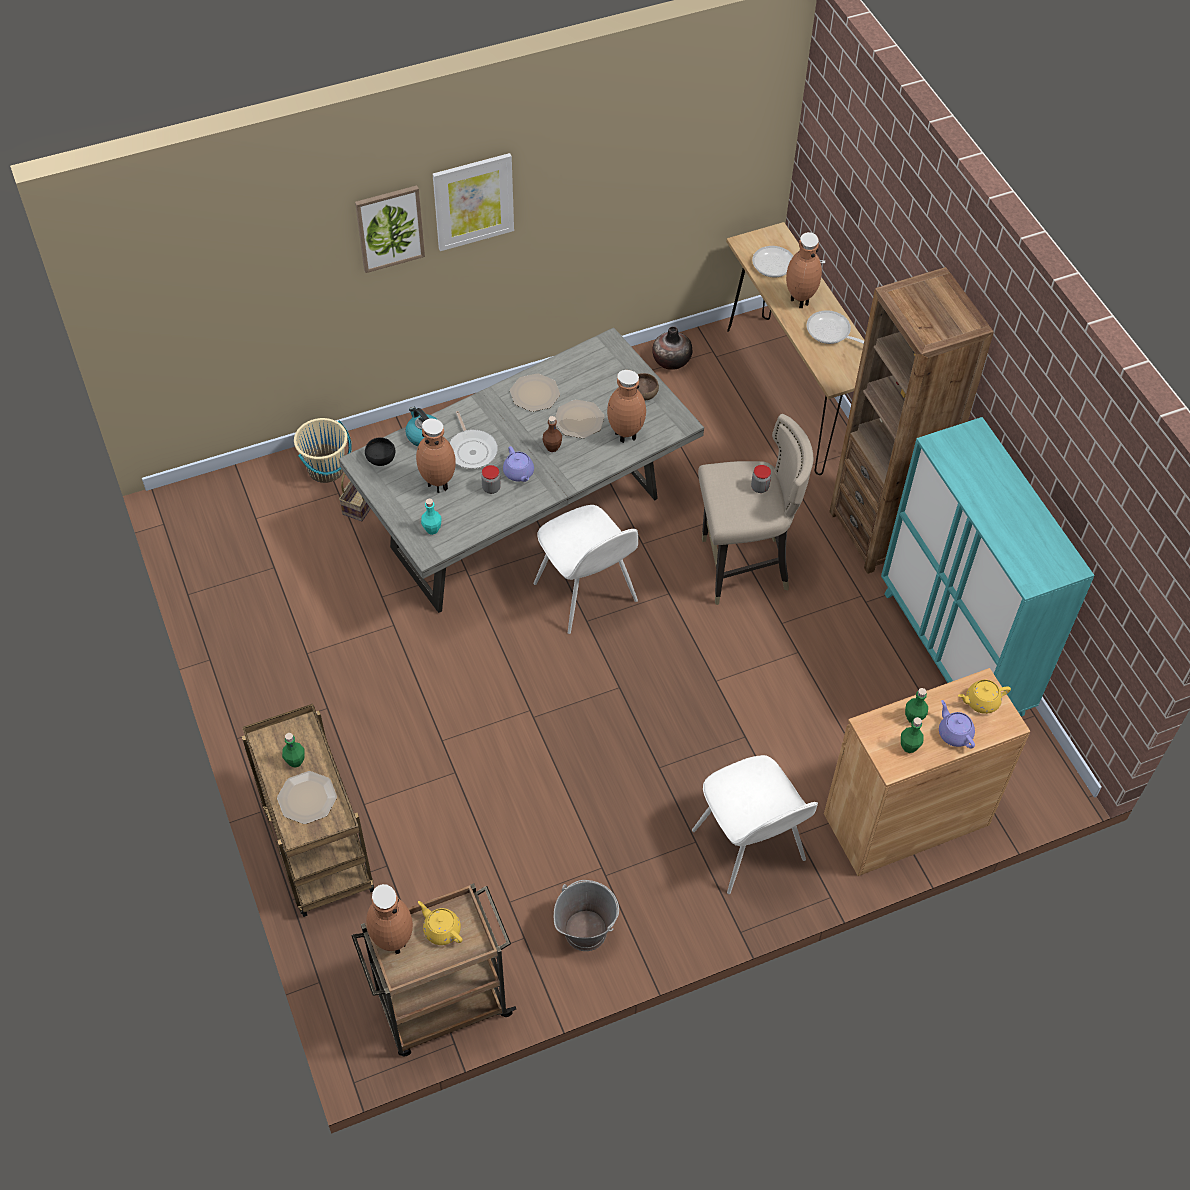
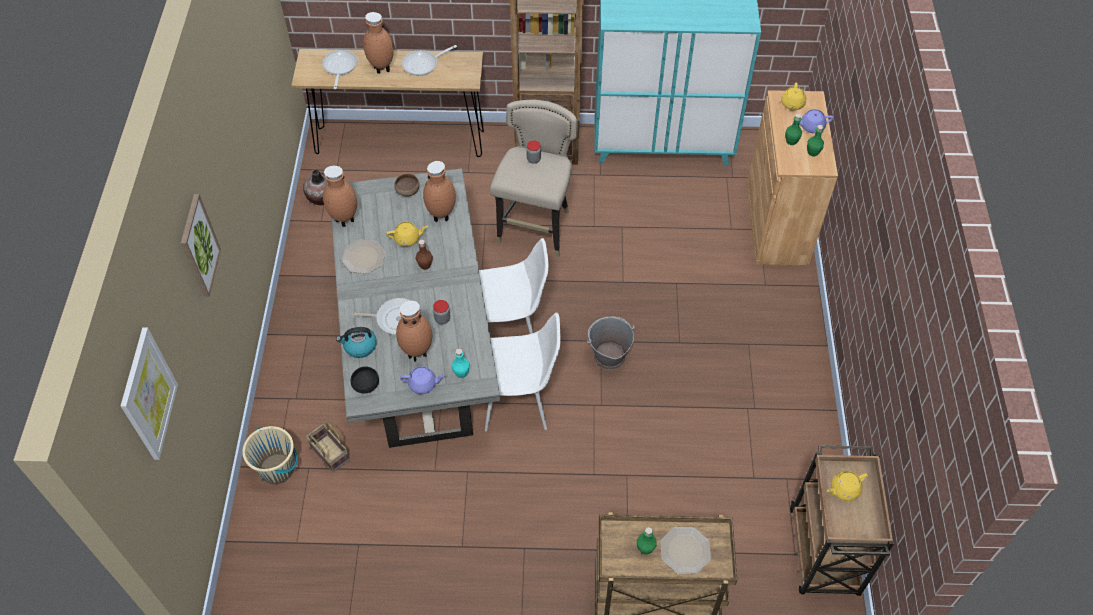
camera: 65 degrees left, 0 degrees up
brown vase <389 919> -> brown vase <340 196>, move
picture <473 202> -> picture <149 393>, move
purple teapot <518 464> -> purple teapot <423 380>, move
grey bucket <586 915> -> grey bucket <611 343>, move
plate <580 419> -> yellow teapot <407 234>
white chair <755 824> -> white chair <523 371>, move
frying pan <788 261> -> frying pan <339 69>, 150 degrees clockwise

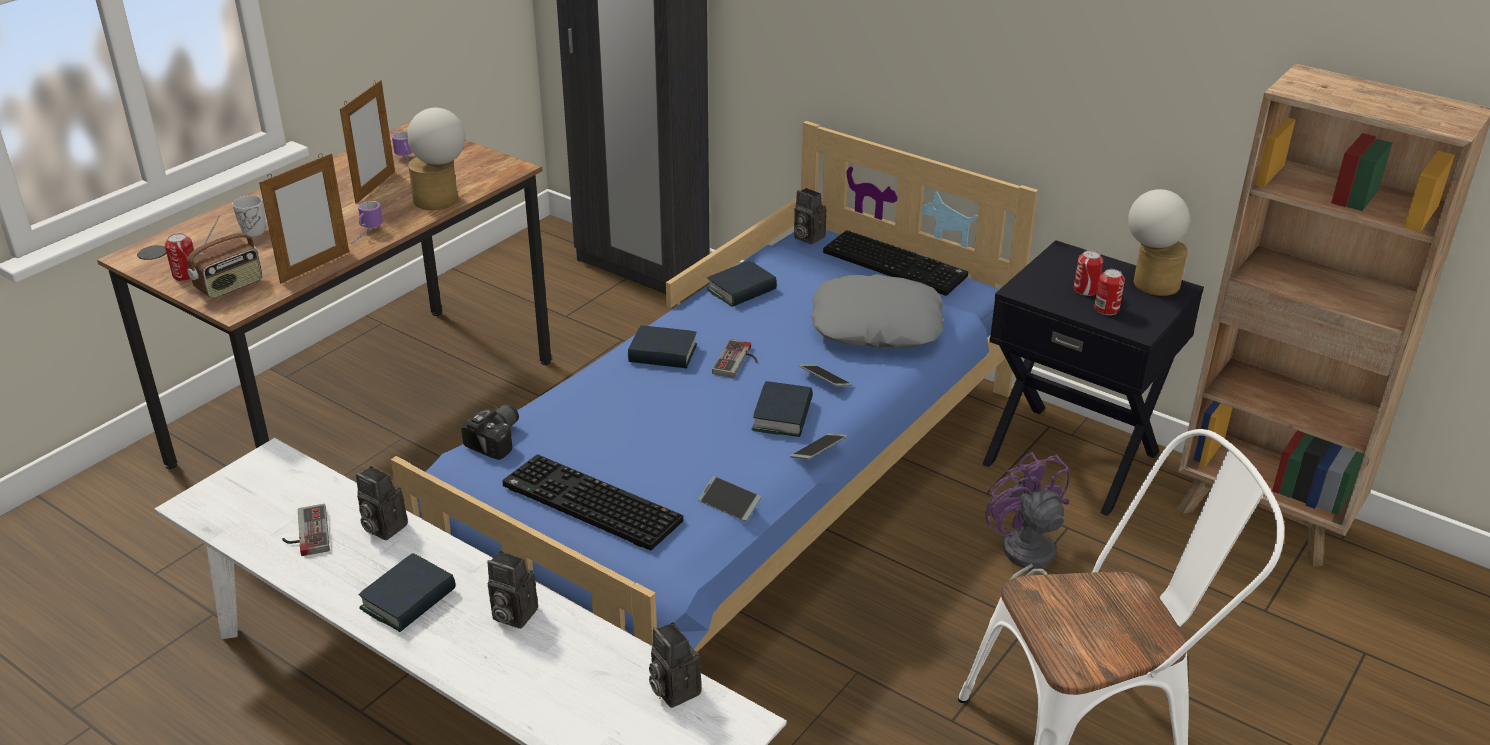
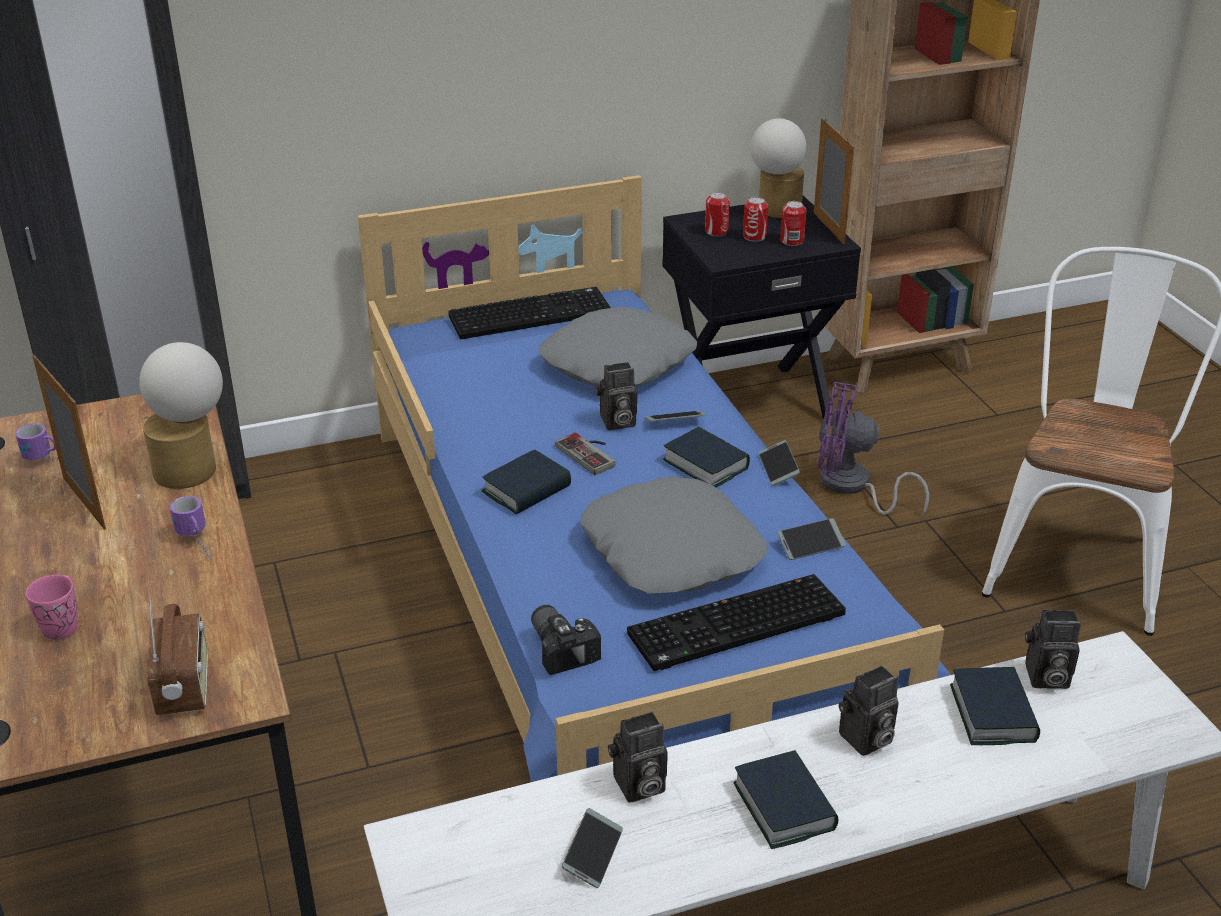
camera: 55 degrees left, 0 degrees up
can <179 257> -> can <717 214>, move
white mug <250 216> -> pink mug <51 607>
picture frame <304 218> -> picture frame <834 181>, move
game controller <306 530> -> phone <592 848>
book <741 284> -> book <995 706>, move
photo camera <810 216> -> photo camera <616 396>, move
none -> grey pillow <673 535>

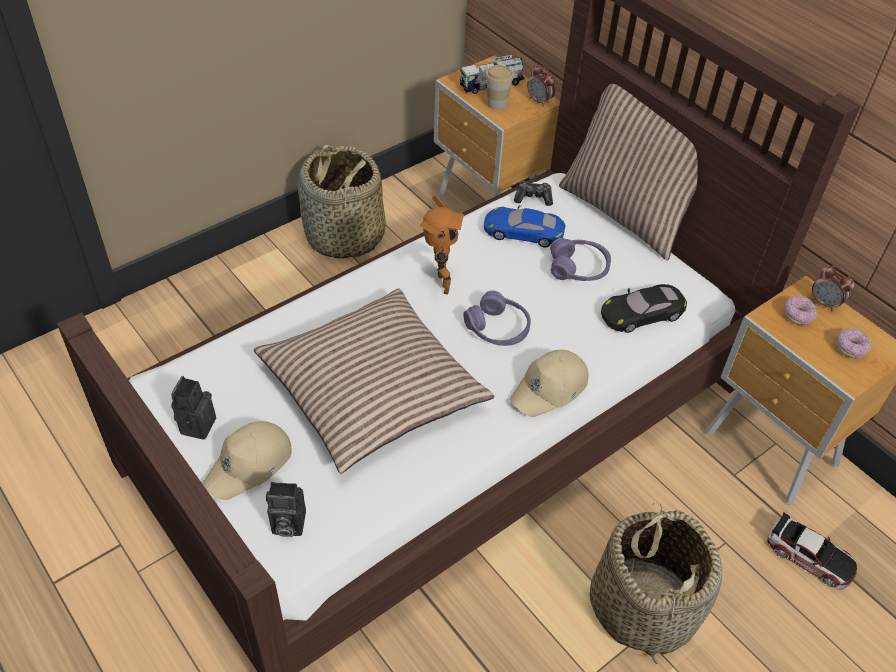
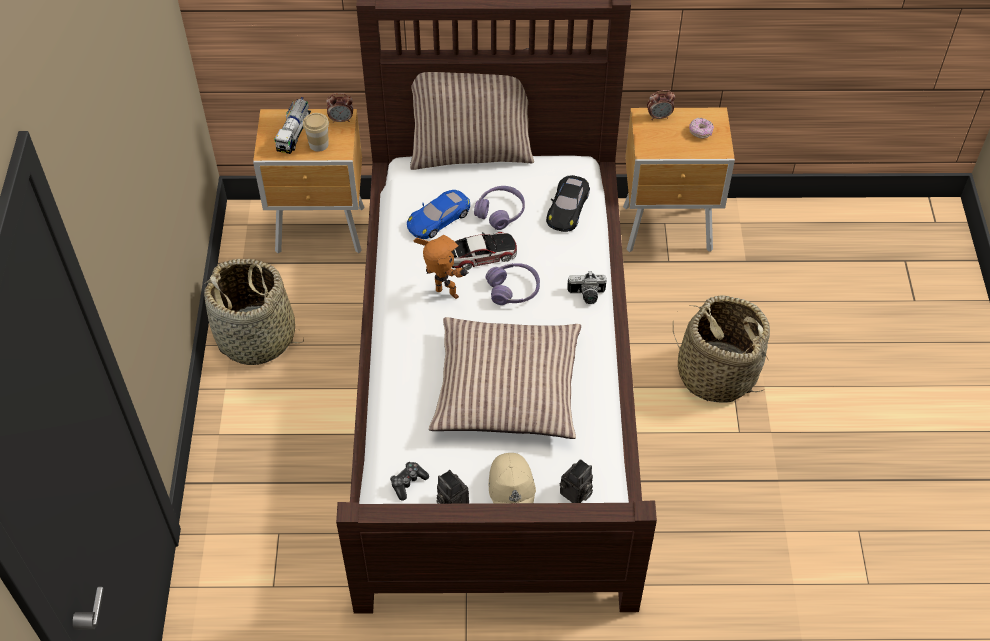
camera: 50 degrees left, 5 degrees up
beige cap <549 383> -> photo camera <587 287>
game controller <533 193> -> game controller <409 481>, move
toy car <812 551> -> toy car <484 251>, move
donut <801 310> -> none

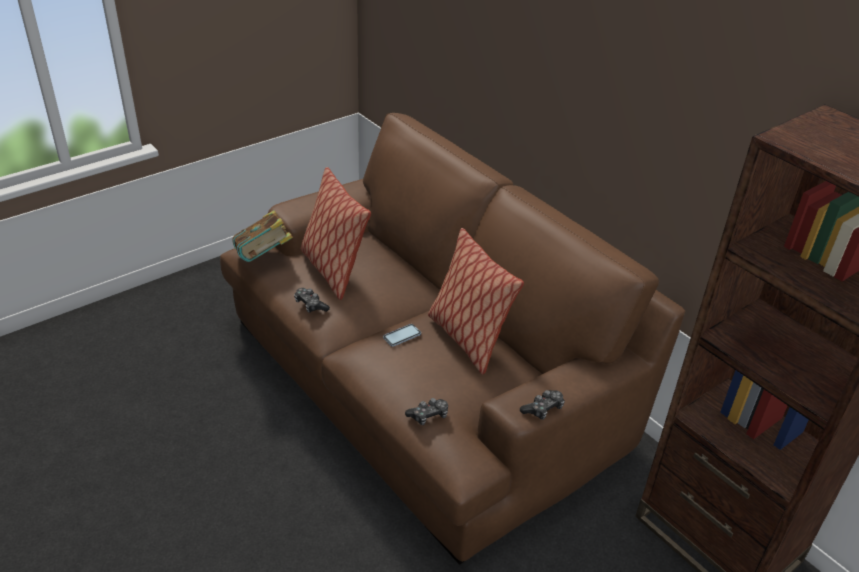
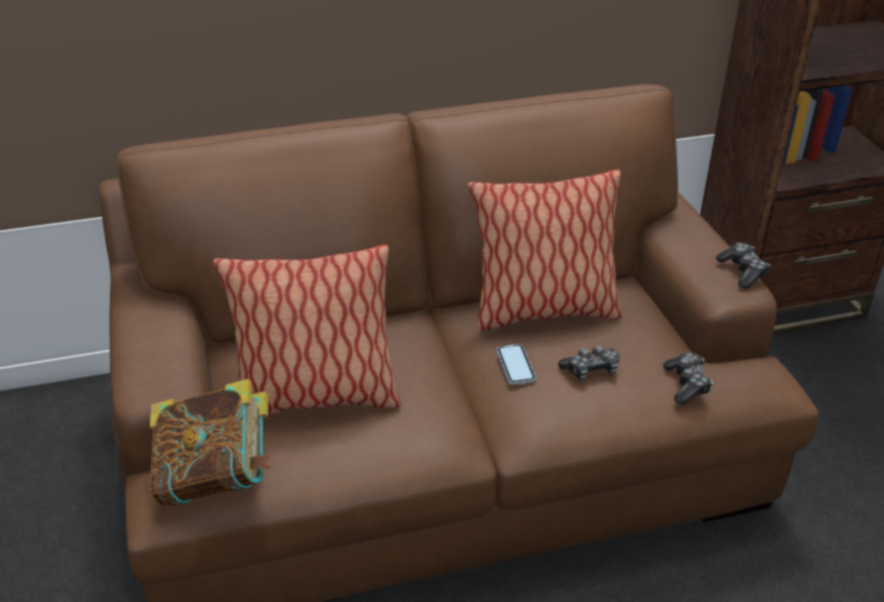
camera: 65 degrees left, 0 degrees up
game controller <312 300> -> game controller <589 363>, move

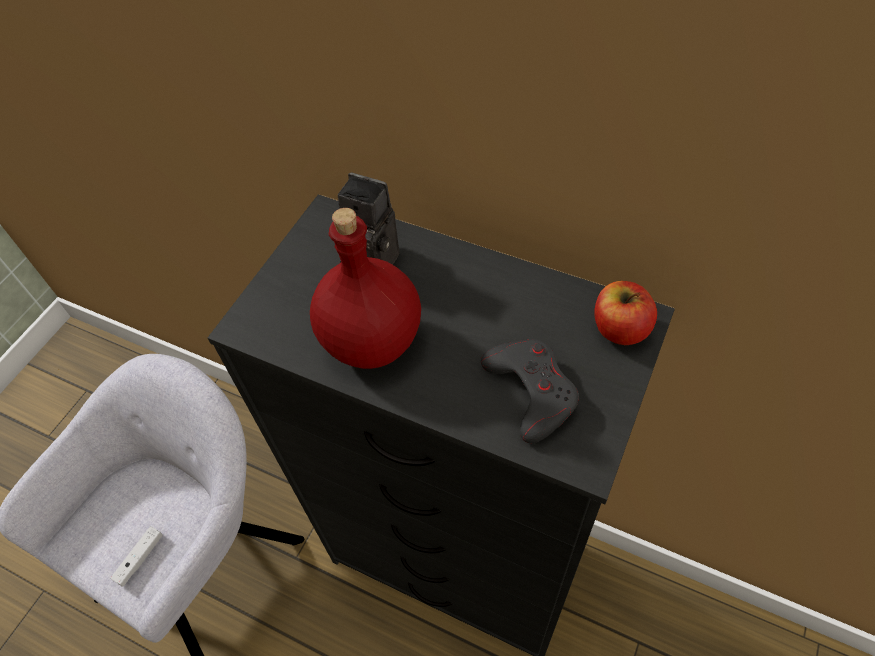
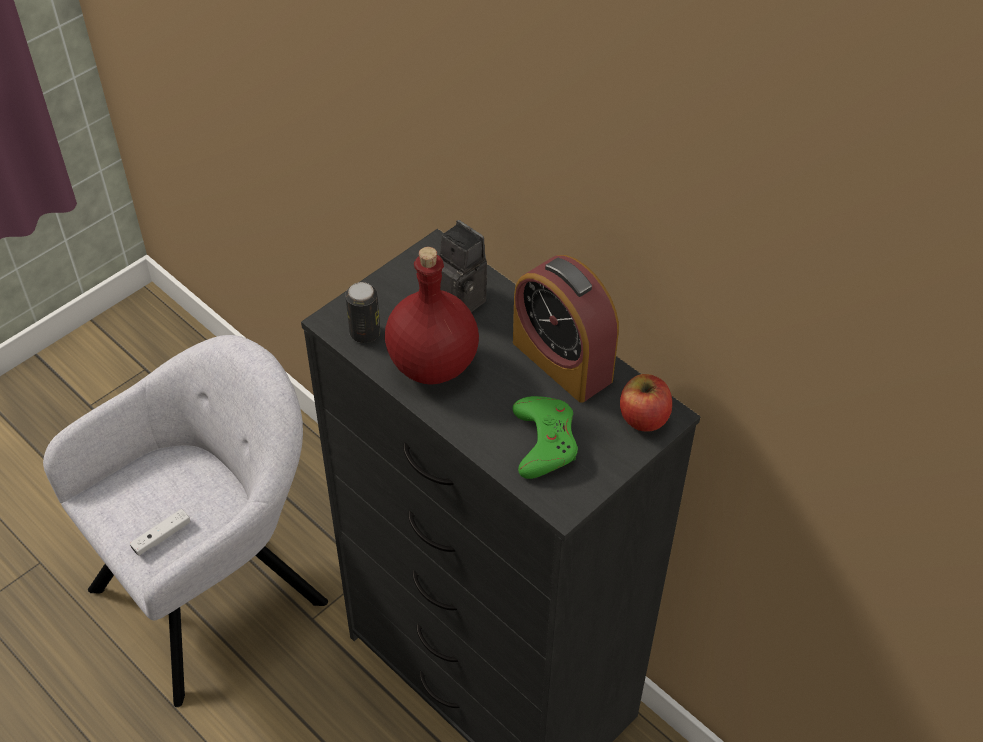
camera: 15 degrees right, 5 degrees down
grey game controller <530 391> -> green game controller <545 437>
none -> can <362 312>
none -> alarm clock <566 329>

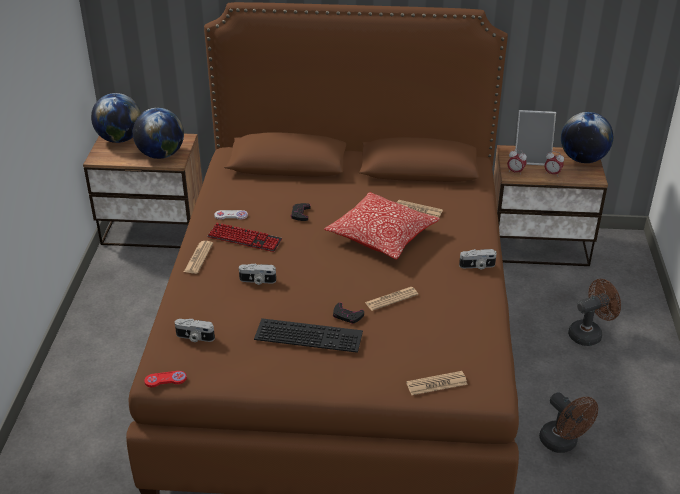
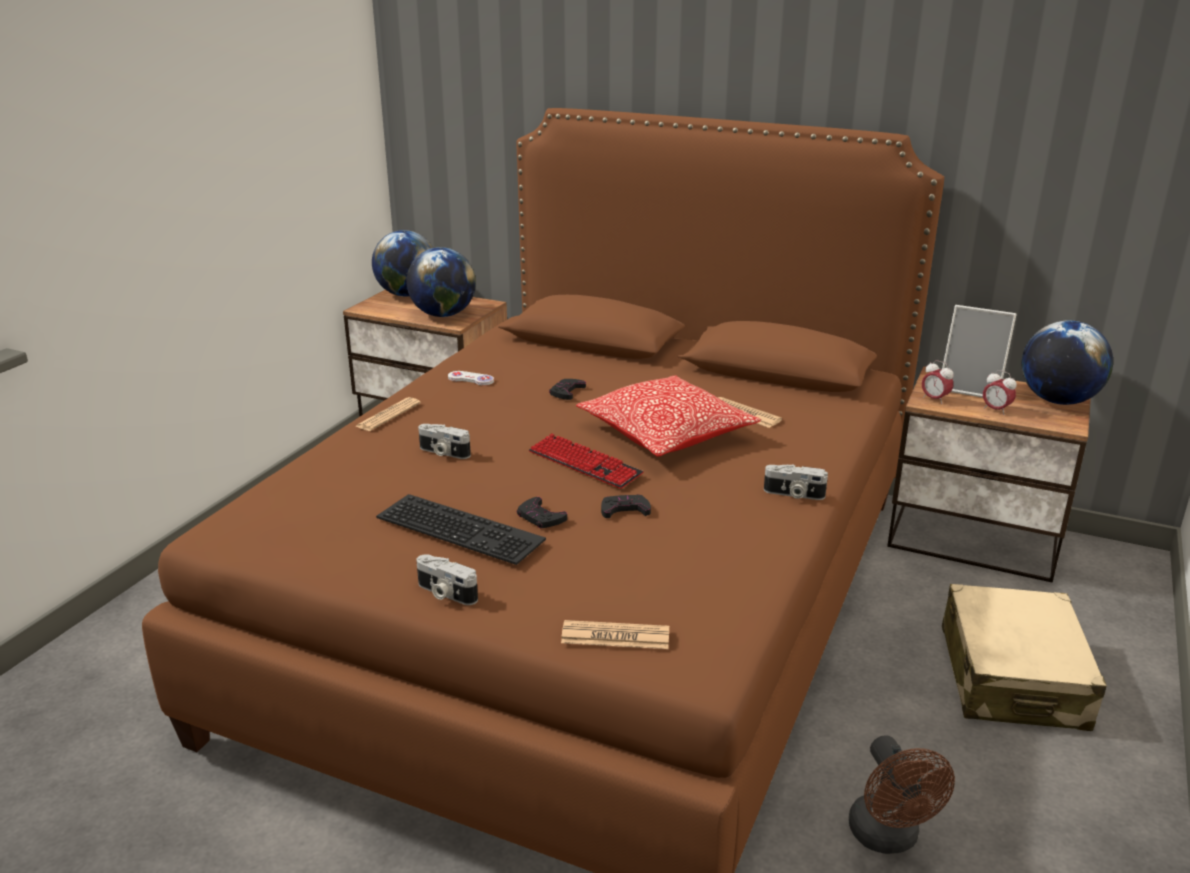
camera: 20 degrees right, 10 degrees down
red game controller <165 379> -> none
photo camera <195 330> -> photo camera <447 579>, move
keyboard <244 237> -> keyboard <586 461>, move
newspaper <391 299> -> black game controller <626 506>
brown fan <594 312> -> beige suitcase <1024 657>

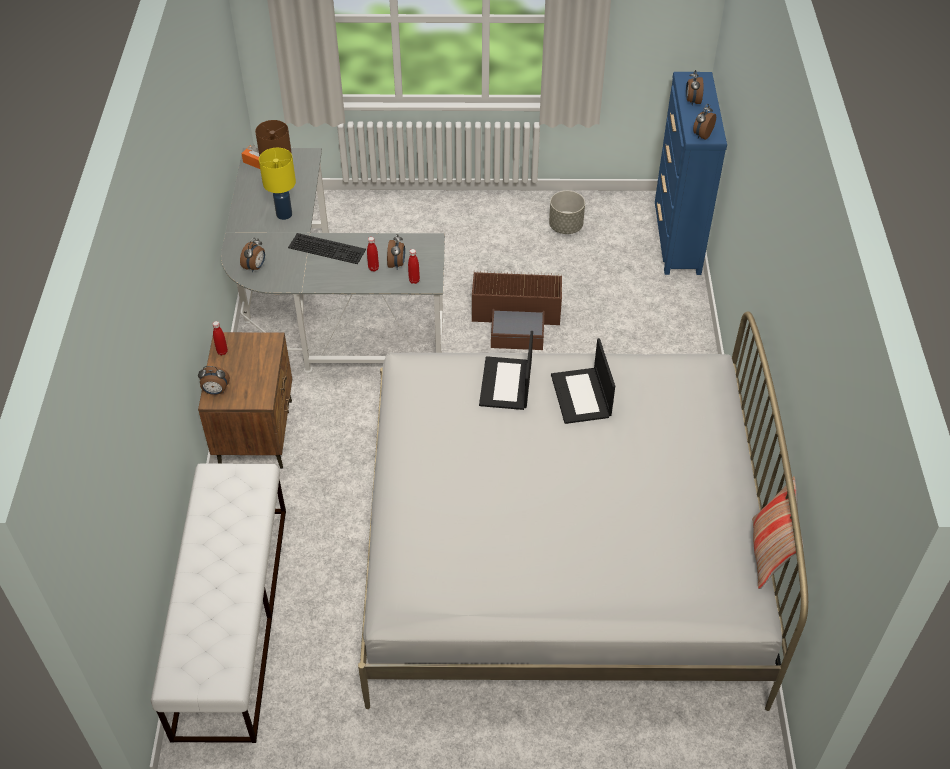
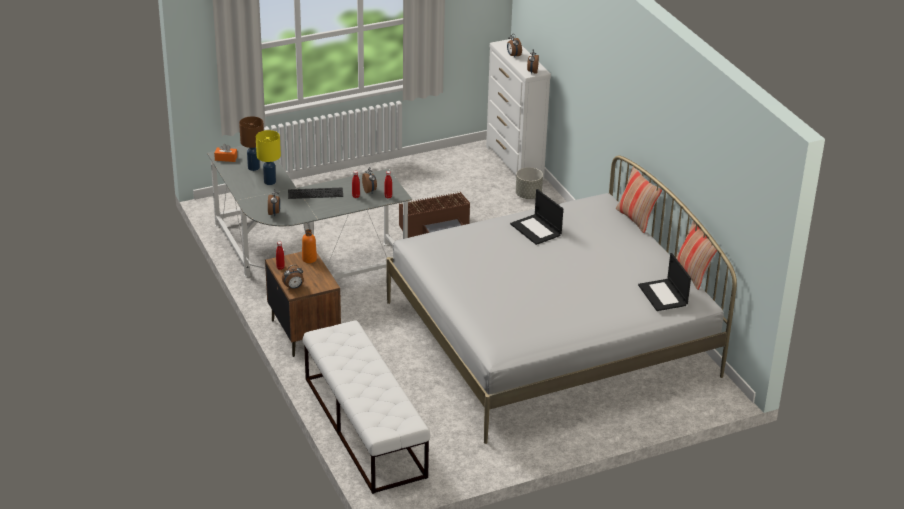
camera: 25 degrees left, 15 degrees down
laptop <506 370> -> laptop <664 282>, move
grey planter <567 212> -> grey planter <529 183>, move
blue dresser <691 173> -> white dresser <518 109>
none -> orange bottle <309 246>
none -> pillow <639 200>

